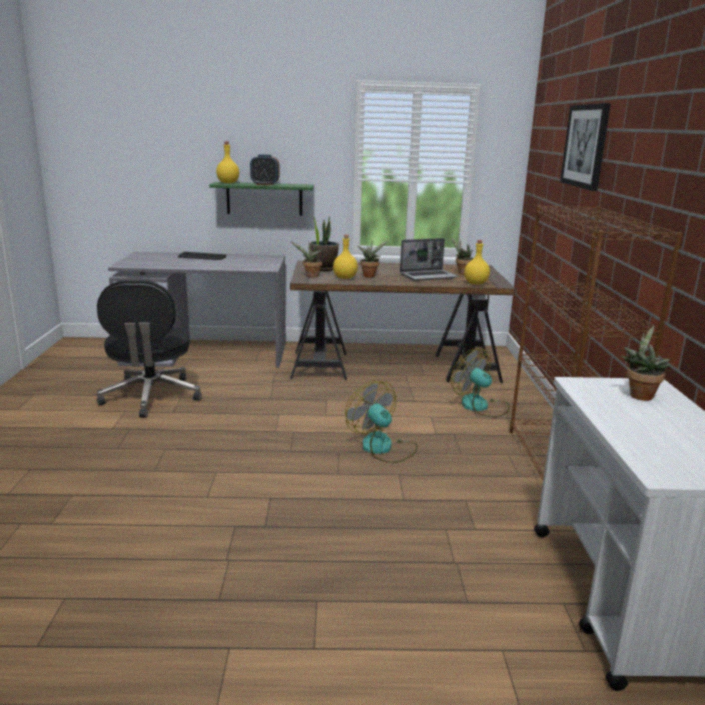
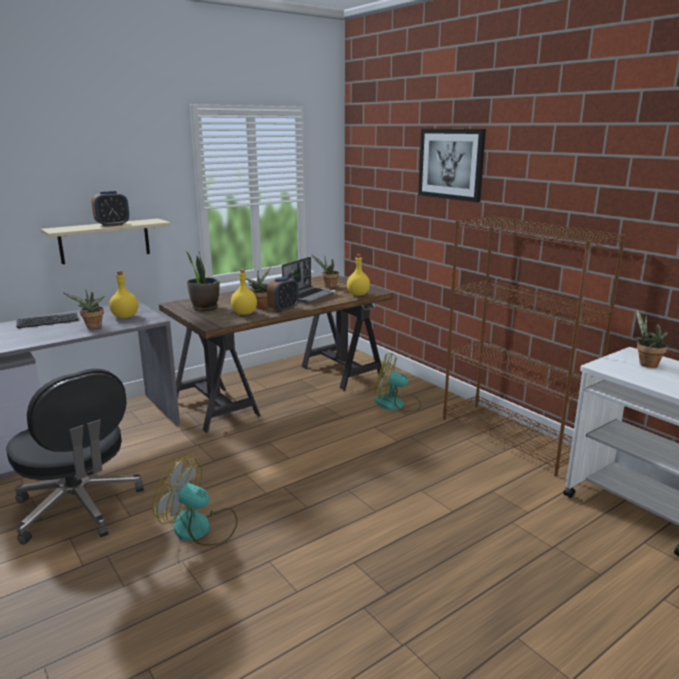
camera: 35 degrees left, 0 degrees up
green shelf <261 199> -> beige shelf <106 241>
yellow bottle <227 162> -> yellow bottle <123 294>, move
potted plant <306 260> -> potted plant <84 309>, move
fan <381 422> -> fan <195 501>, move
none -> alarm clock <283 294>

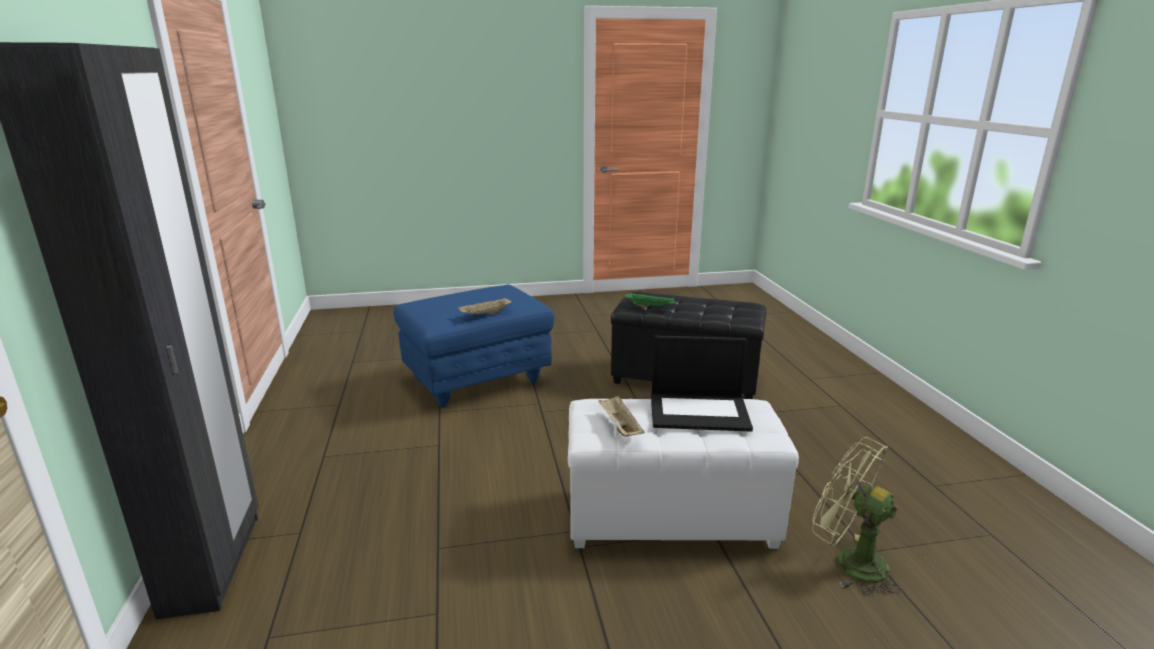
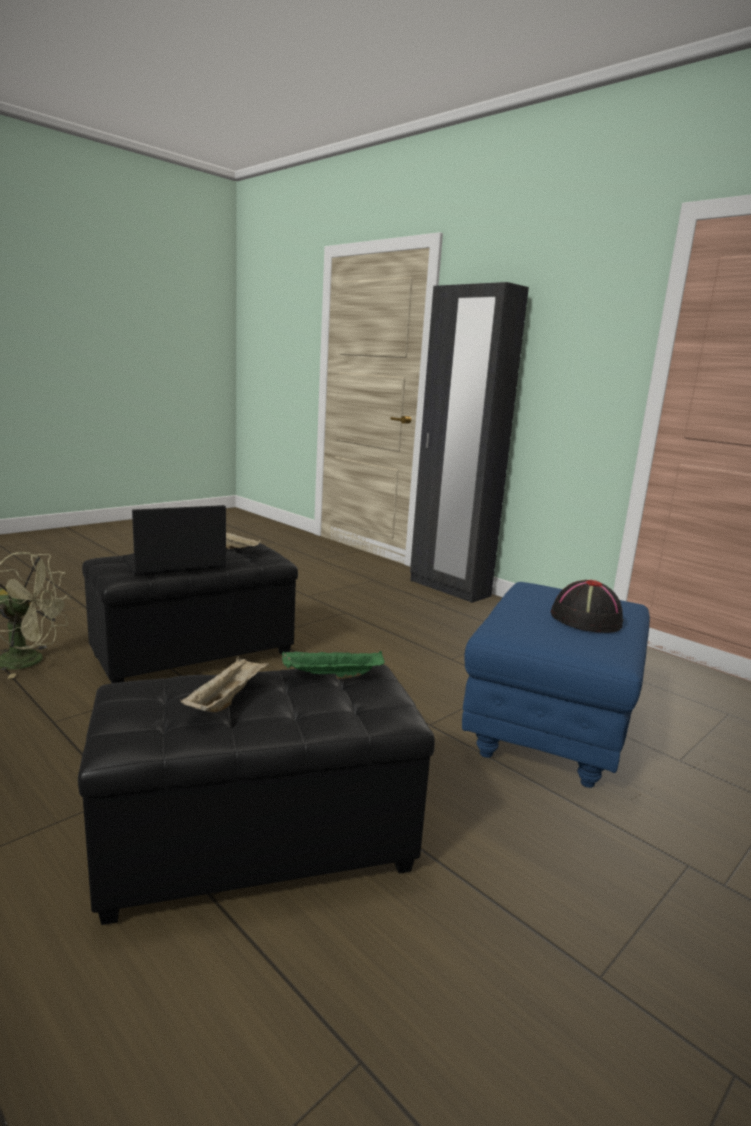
camera: 145 degrees right, 5 degrees down
beige tray <485 306> -> beige tray <224 684>, move
white ottoman <683 474> -> black ottoman <190 613>
none -> black hat <587 606>

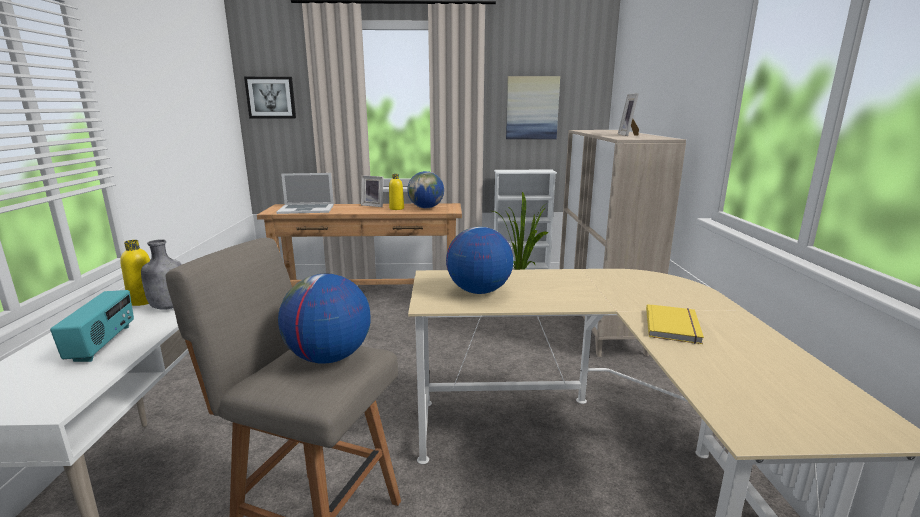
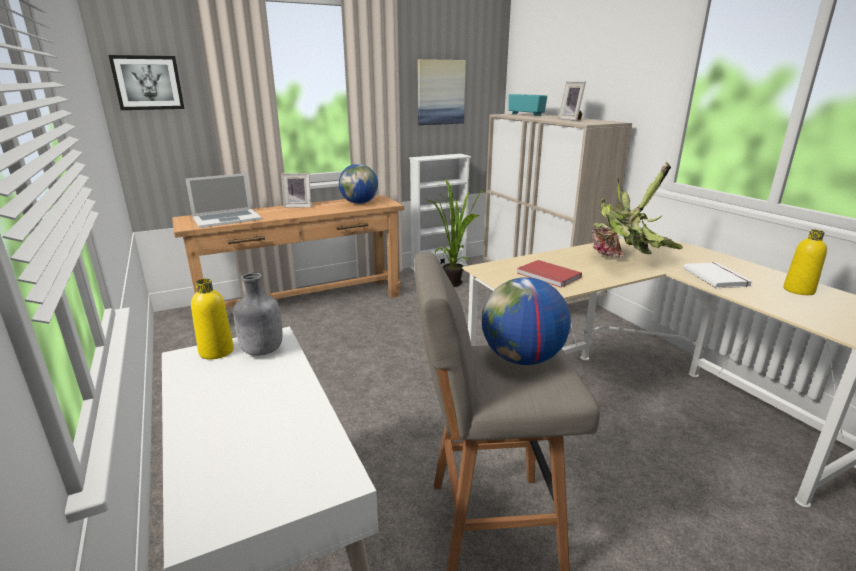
camera: 25 degrees left, 5 degrees up
radio <92 326> -> radio <527 105>, move
yellow bottle <396 192> -> yellow bottle <805 262>, move
globe <479 260> -> red book <549 274>
yellow book <675 324> -> white book <718 275>
none -> potted plant <636 210>

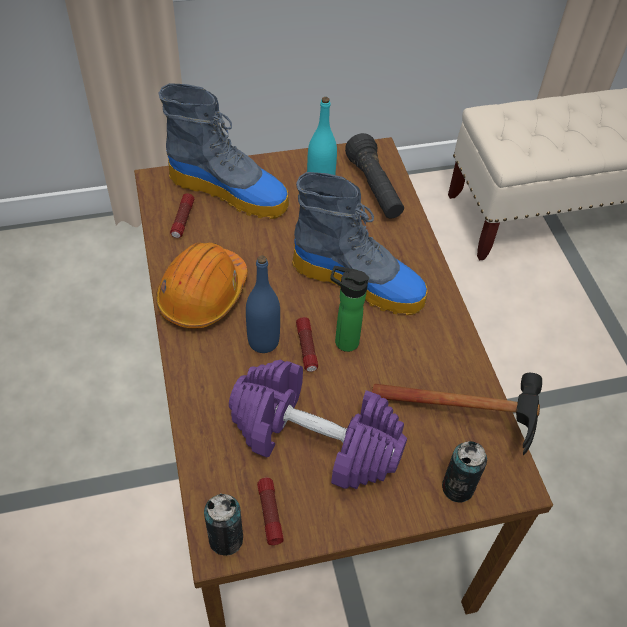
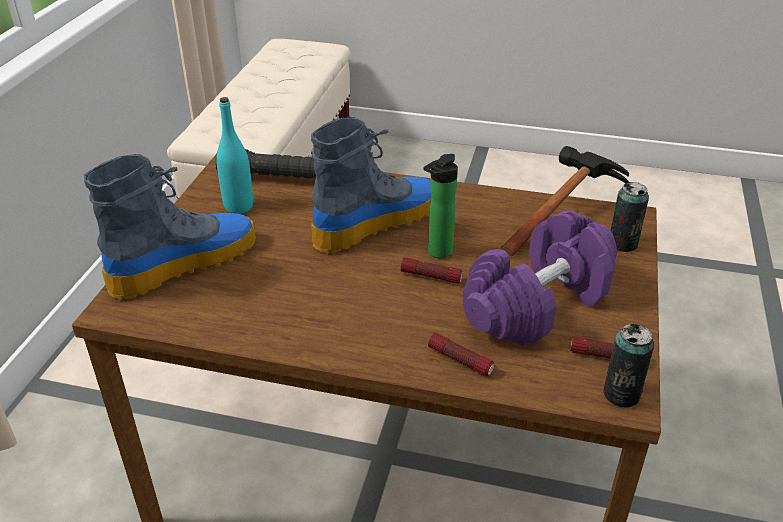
camera: 60 degrees left, 15 degrees down
orange hard hat <202 285> -> none
flashlight <182 215> -> flashlight <461 354>, move
blue bottle <263 304> -> none

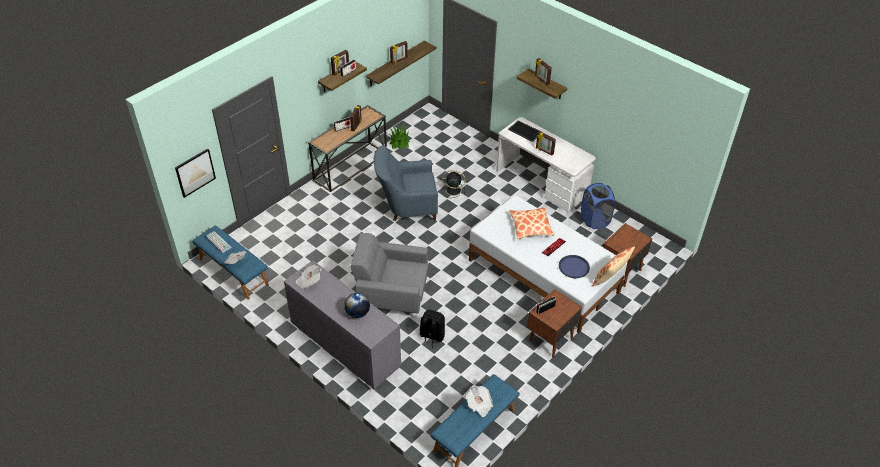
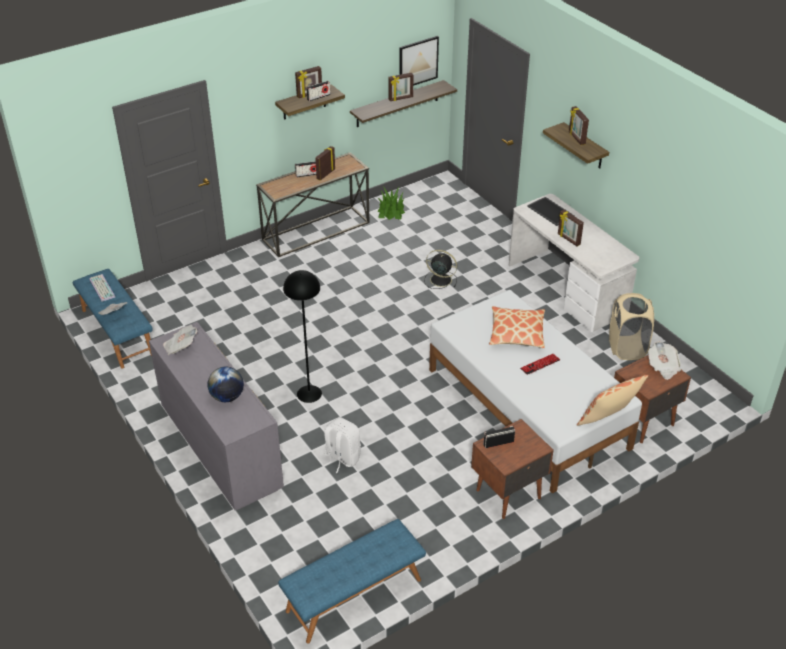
camera: 15 degrees right, 5 degrees down
picture <195 173> -> picture <419 61>, move
grey armchair <389 273> -> black floor lamp <302 336>
blue armchair <405 183> -> none
black backpack <432 329> -> white backpack <342 445>
newspaper <479 401> -> newspaper <664 360>, move
blue tray <574 266> -> none
blue laundry basket <598 206> -> beige laundry basket <631 326>

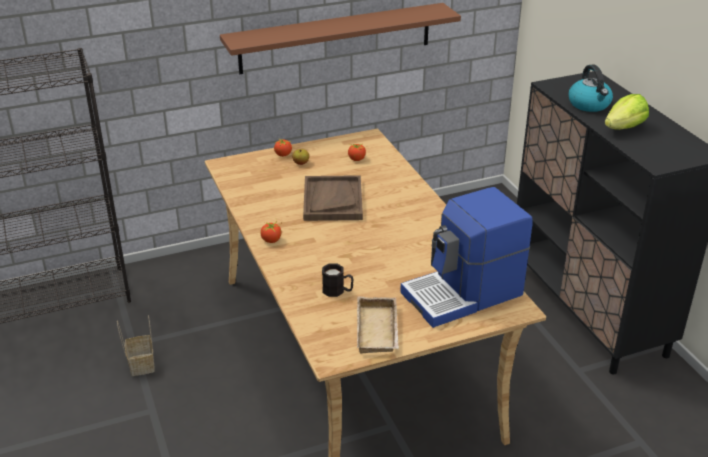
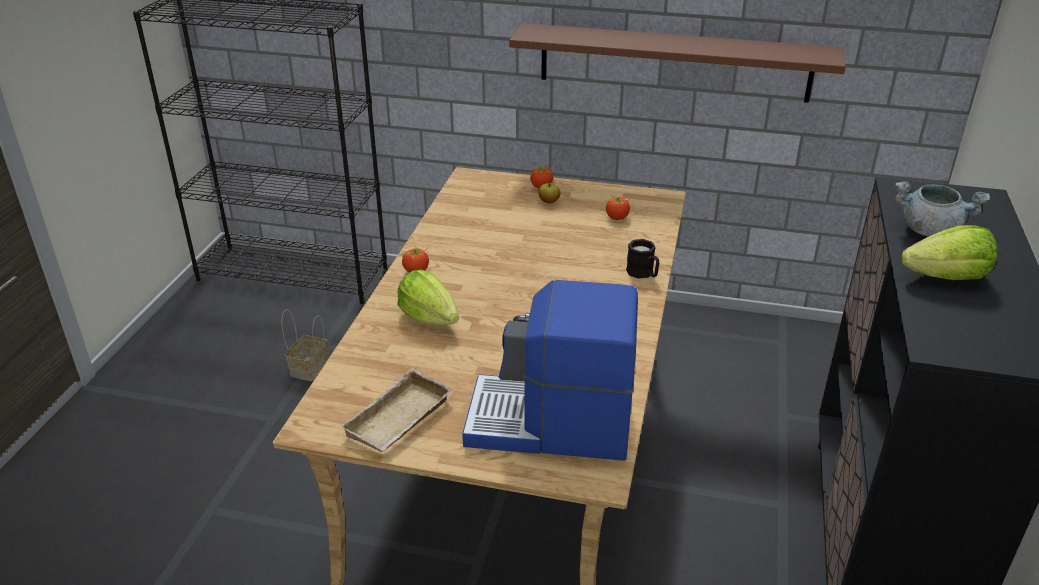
camera: 35 degrees right, 0 degrees up
brown tray <333 198> -> none
black mug <338 280> -> black mug <642 259>, move
kettle <590 88> -> grey cooking pot <942 209>
none -> lettuce <428 297>

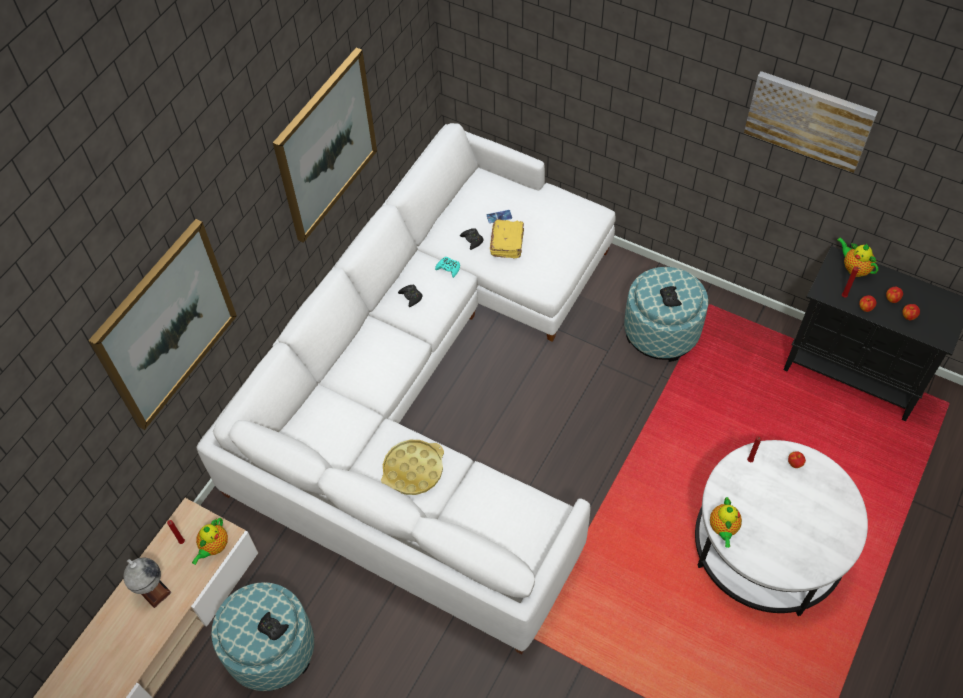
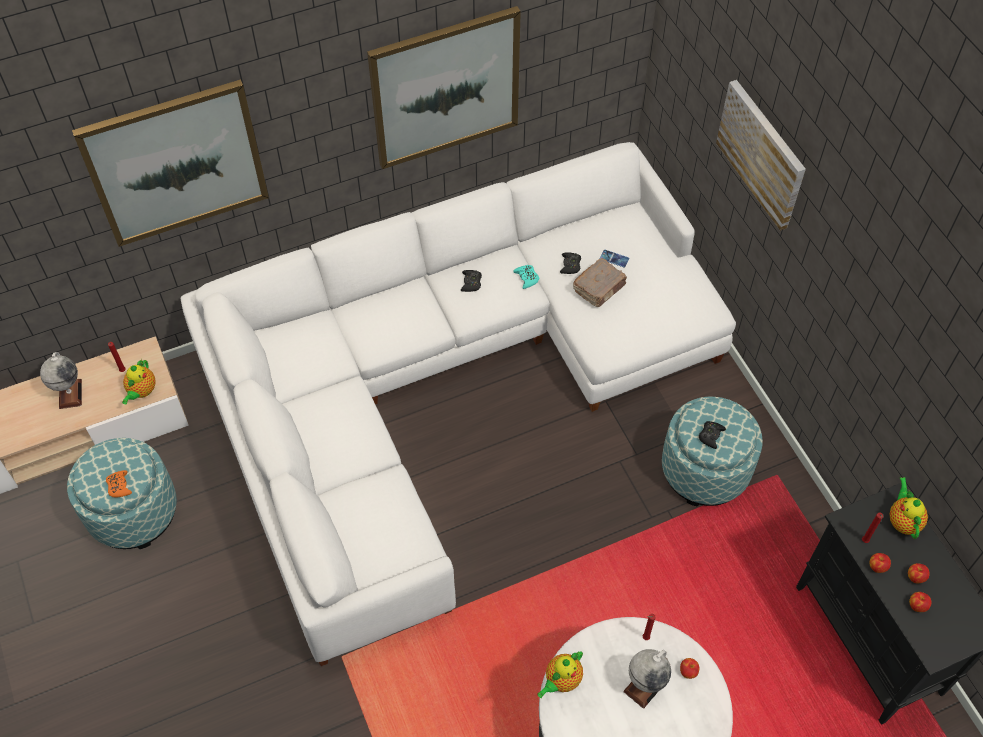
camera: 35 degrees right, 0 degrees up
teapot <210 541> -> teapot <139 382>, 45 degrees counterclockwise
black game controller <273 626> -> orange game controller <119 483>
yellow tray <412 467> -> none
yellow book <507 238> -> brown book <600 282>
picture <811 122> -> picture <761 155>, move
none -> globe <647 679>

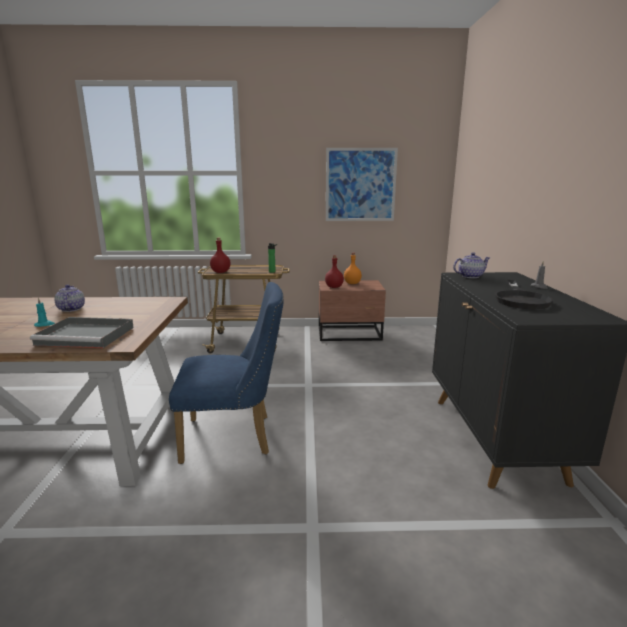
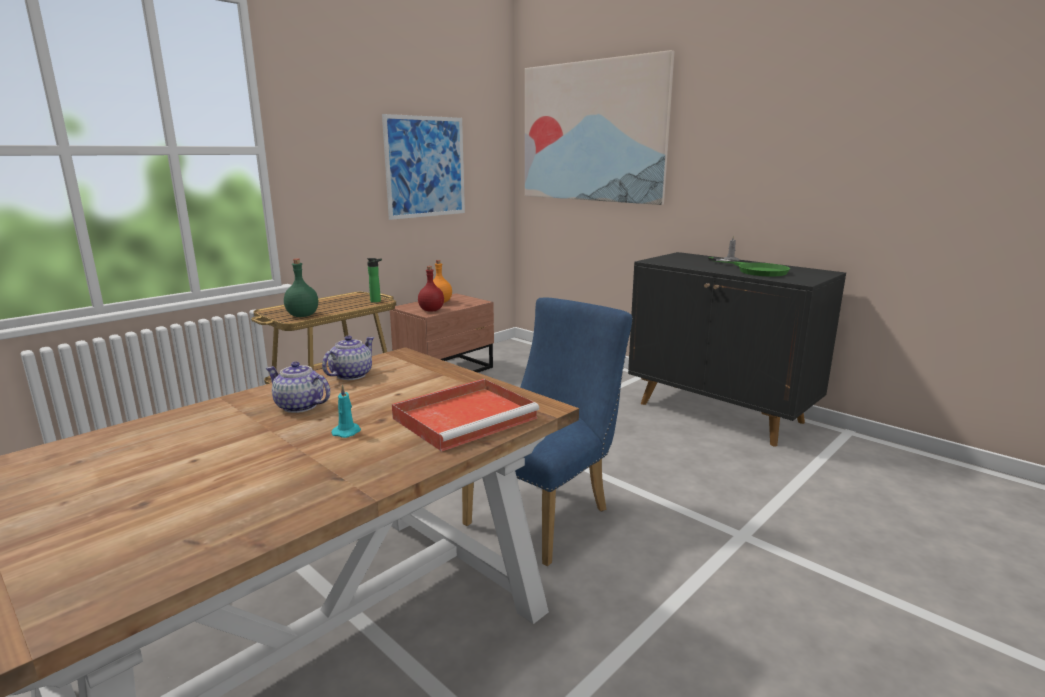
camera: 45 degrees left, 0 degrees up
grey tray <82 332> -> red tray <465 415>
red bottle <220 255> -> green bottle <301 288>
teapot <471 265> -> teapot <348 358>, move
black frying pan <524 295> -> green frying pan <749 266>
none -> picture <599 127>

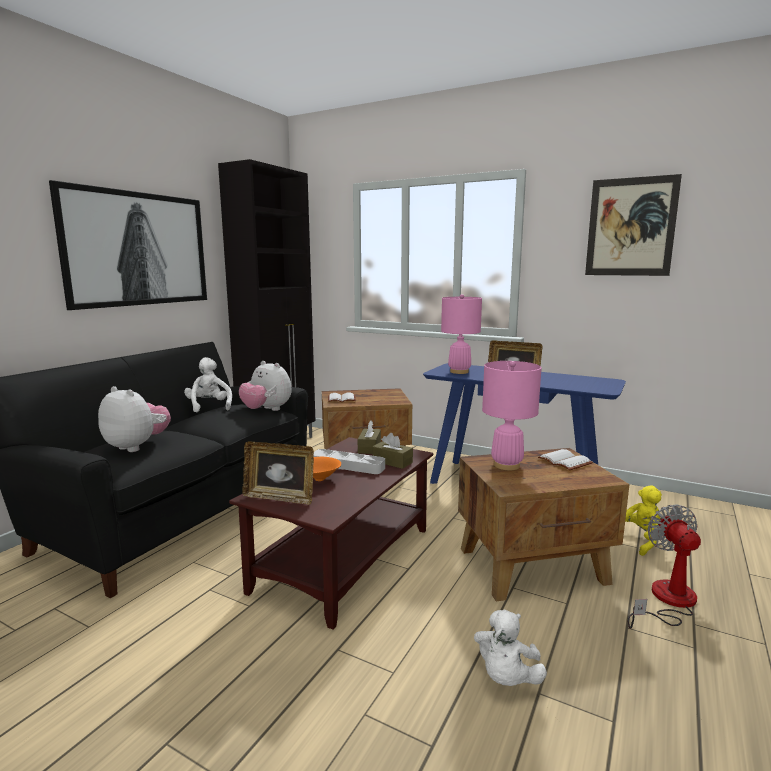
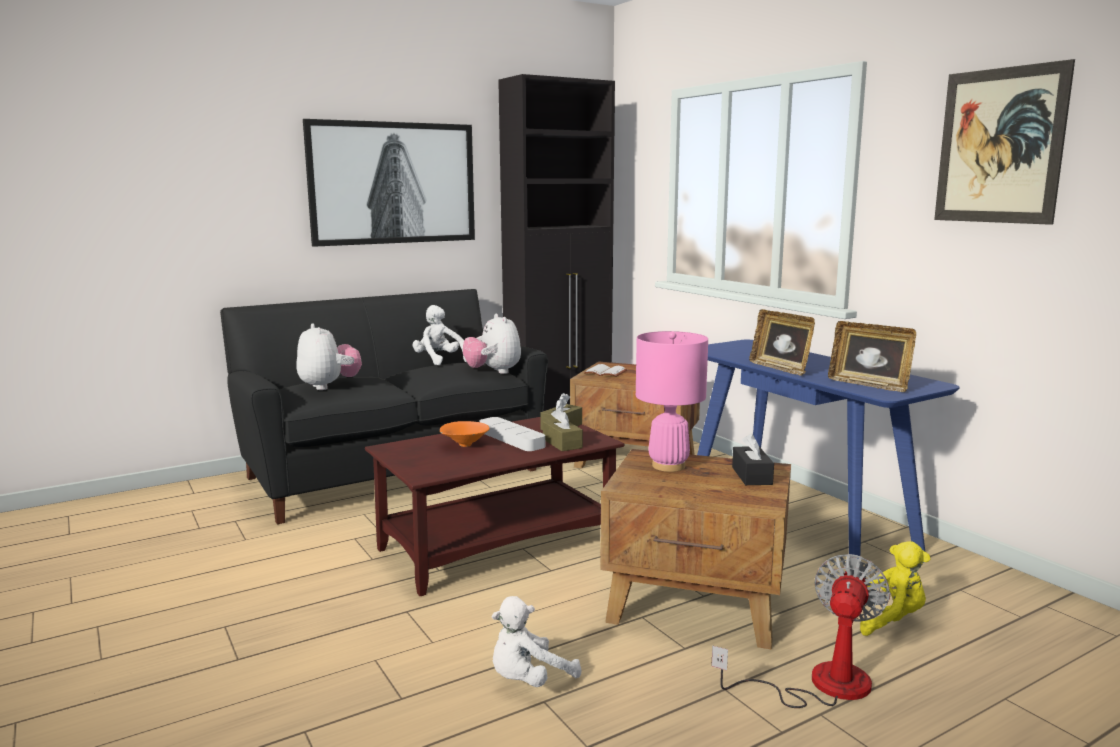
camera: 30 degrees right, 0 degrees up
white plush toy <208 385> -> white plush toy <439 335>, 45 degrees counterclockwise
picture frame <278 473> -> picture frame <872 356>, move
pink table lamp <461 334> -> none
white book <565 459> -> black tissue box <753 459>

